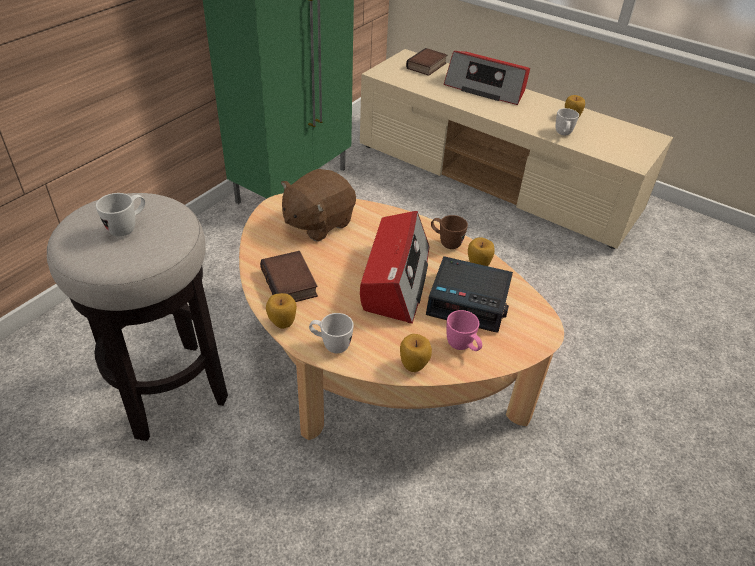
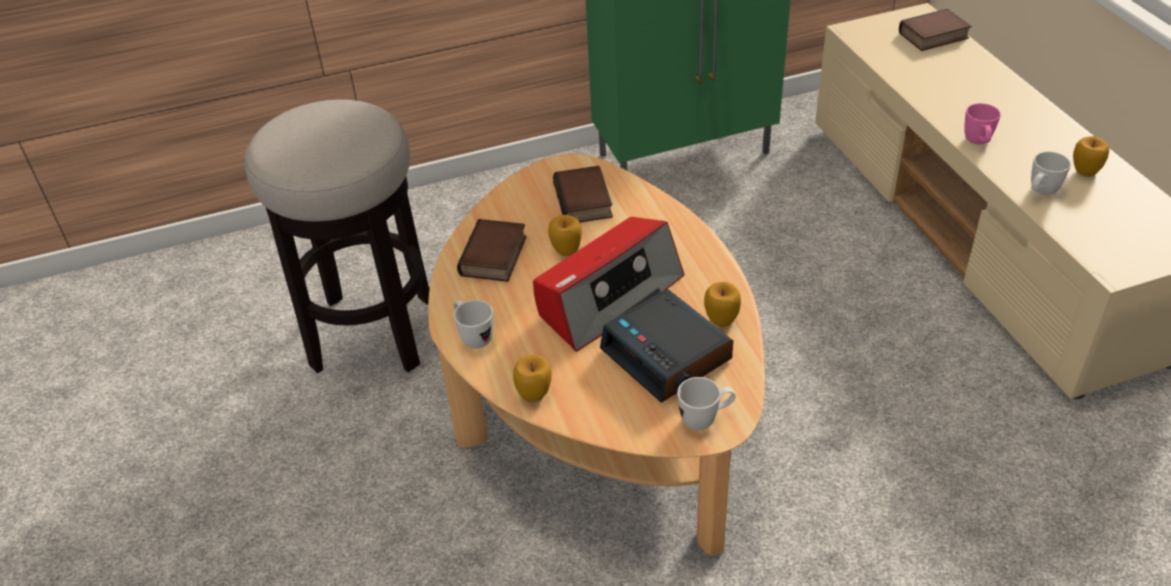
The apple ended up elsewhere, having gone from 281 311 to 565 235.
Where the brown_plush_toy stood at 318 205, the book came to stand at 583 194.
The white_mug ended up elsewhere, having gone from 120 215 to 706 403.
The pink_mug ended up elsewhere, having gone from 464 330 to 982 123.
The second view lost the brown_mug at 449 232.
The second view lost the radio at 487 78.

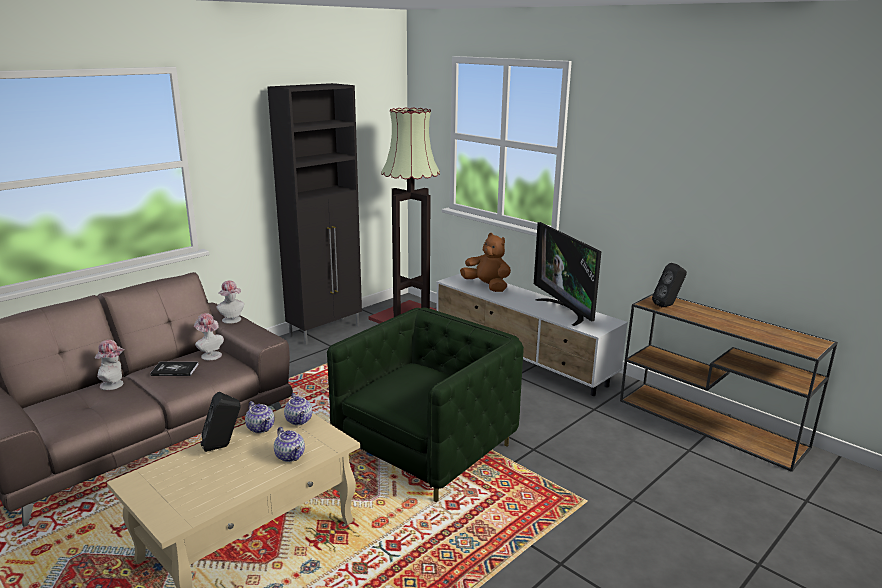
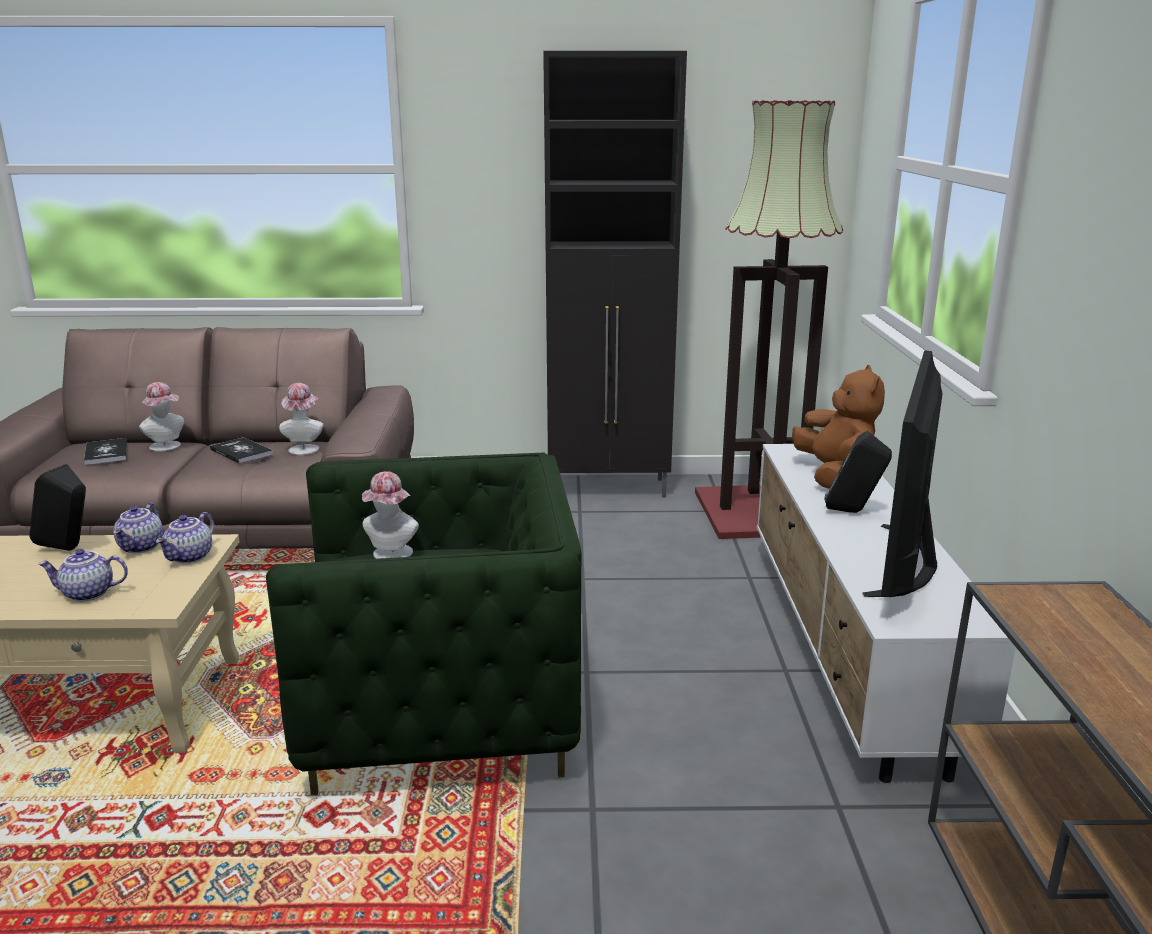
The teapot at 289 444 ended up facing another way, 75 degrees clockwise from before.
The second view gained the book at 105 451.
The hat ended up elsewhere, having gone from 230 302 to 390 515.
The black_speaker ended up elsewhere, having gone from 669 285 to 858 472.

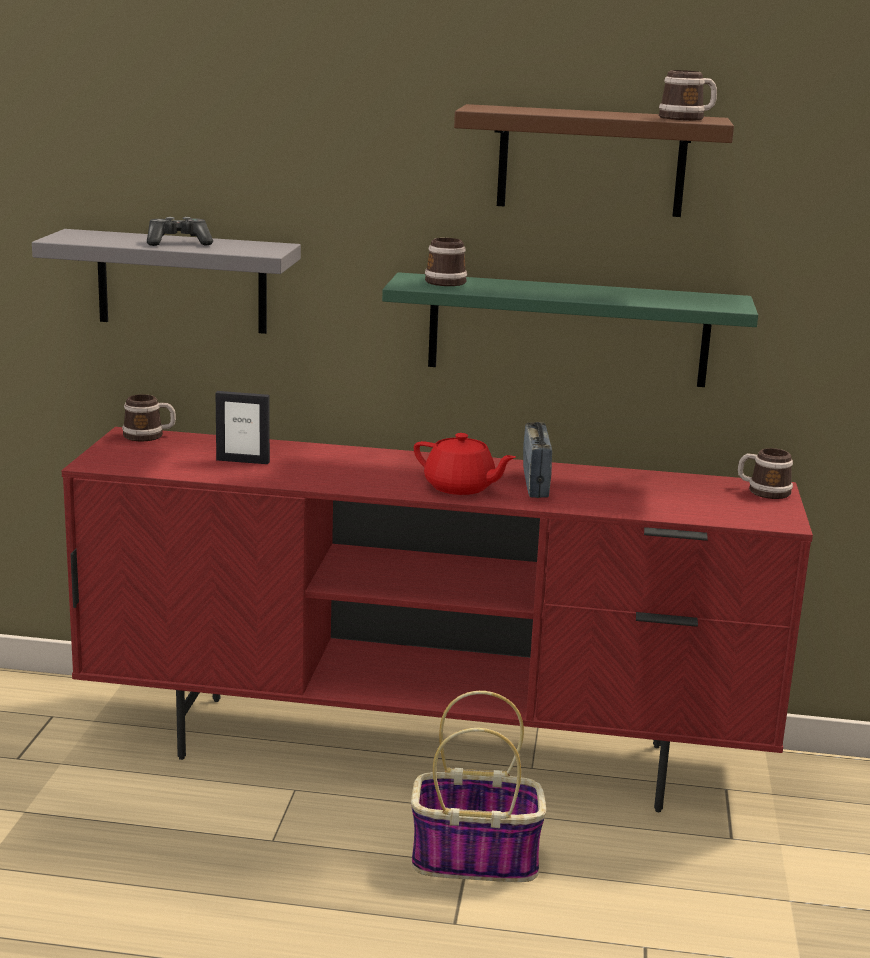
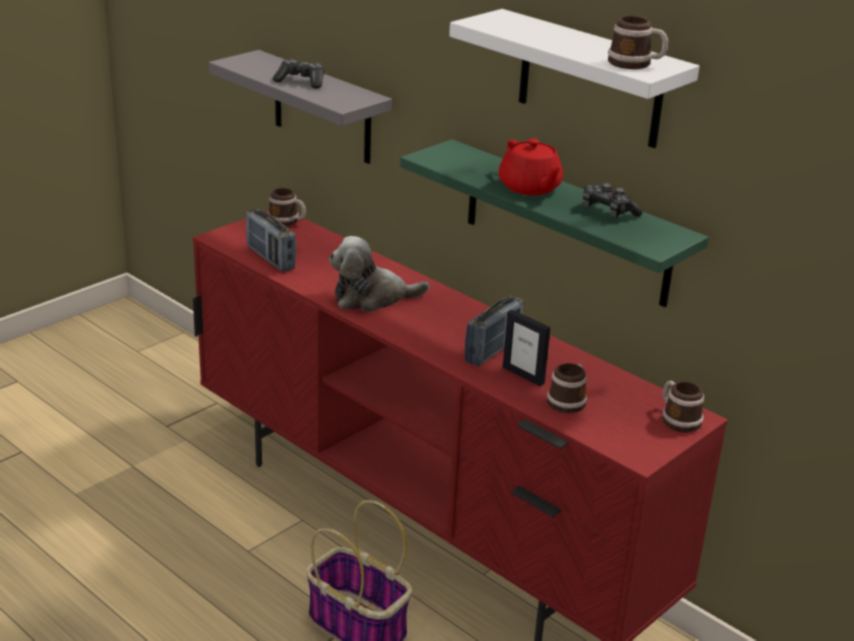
The second view gained the radio at 271 240.
The second view gained the plush_toy at 379 274.
What was the brown_shelf at 594 160 turned into the white_shelf at 574 78.
The red_teapot ended up elsewhere, having gone from 465 464 to 530 167.
The picture_frame ended up elsewhere, having gone from 243 427 to 526 347.
The mug ended up elsewhere, having gone from 446 262 to 567 388.
The second view gained the game_controller at 613 200.

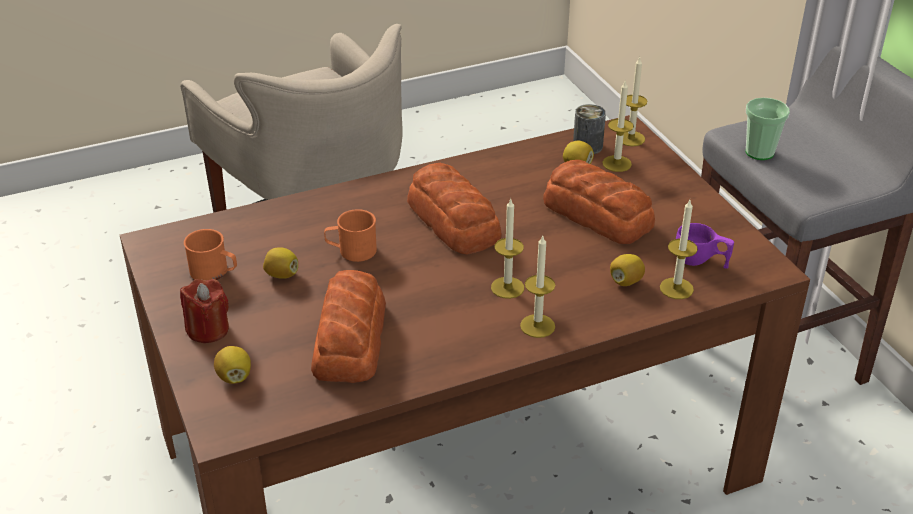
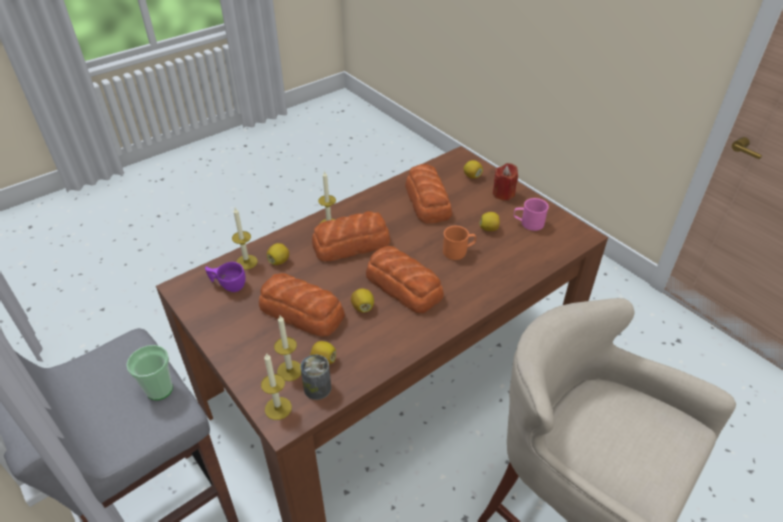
Where the candle stood at 507 249, the bread came to stand at 351 236.
The second view gained the lemon at 362 301.
What was the orange_mug at 210 254 turned into the pink_mug at 531 214.

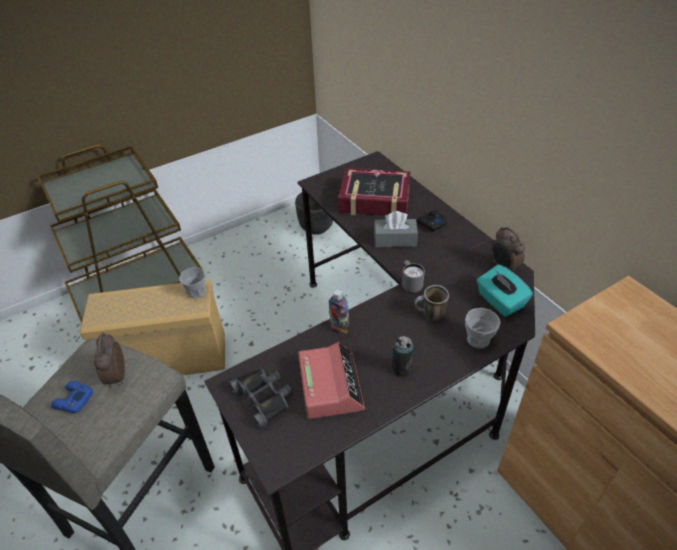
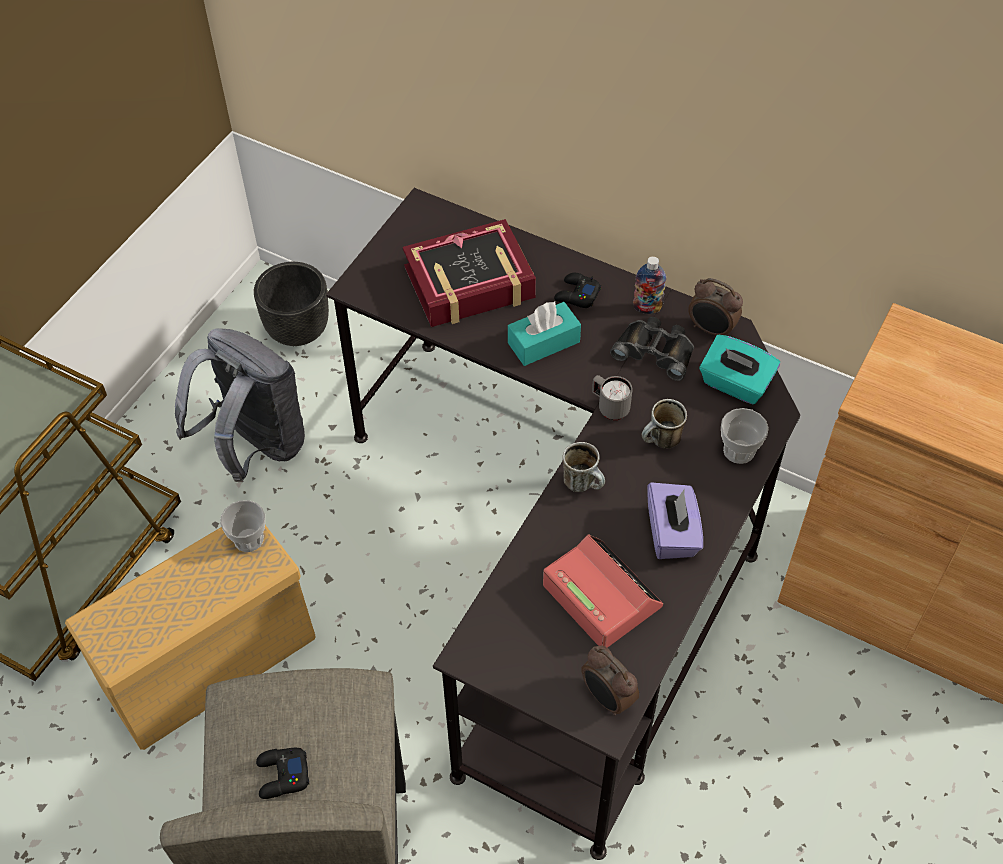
The second view gained the grey_backpack at 240 405.
What was the blue_game_controller at 72 397 turned into the black_game_controller at 282 773.
What was the grey_tissue_box at 396 229 turned into the turquoise_tissue_box at 544 333.
The second view gained the mug at 584 467.
The alarm_clock ended up elsewhere, having gone from 109 360 to 610 681.
The black_binoculars ended up elsewhere, having gone from 261 398 to 652 349.
The bottle ended up elsewhere, having gone from 339 311 to 649 285.
Where the can stood at 402 356, the purple_tissue_box came to stand at 675 520.

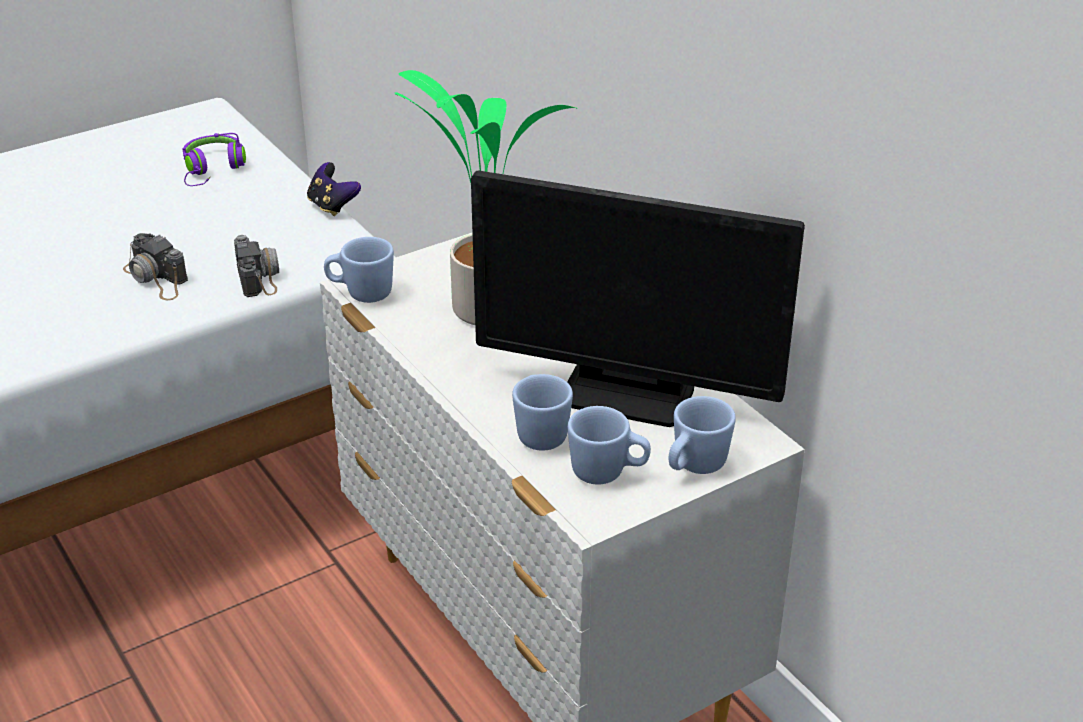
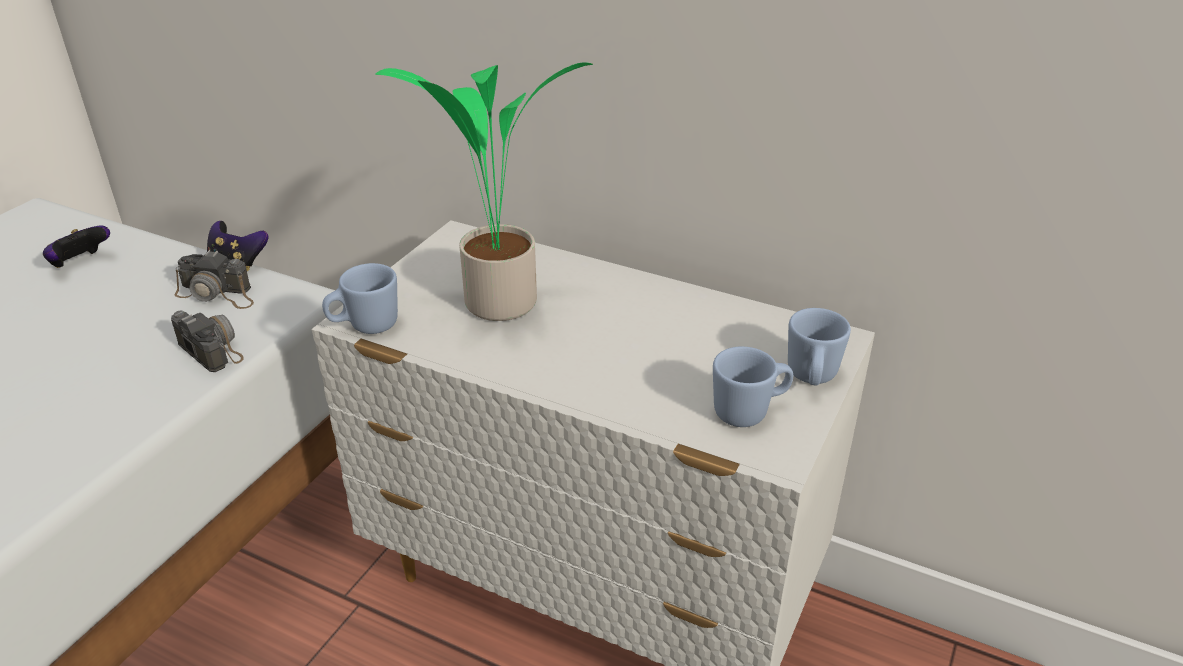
Where the purple_headphones stood at 214 159, the game_controller came to stand at 76 247.
The photo_camera ended up elsewhere, having gone from 155 266 to 214 279.
The second view lost the monitor at 638 298.
The second view lost the blue_mug at 542 412.

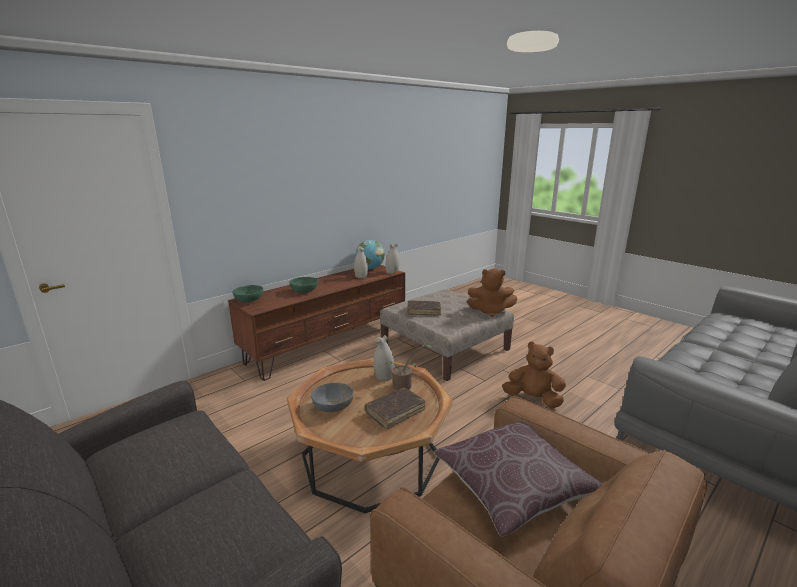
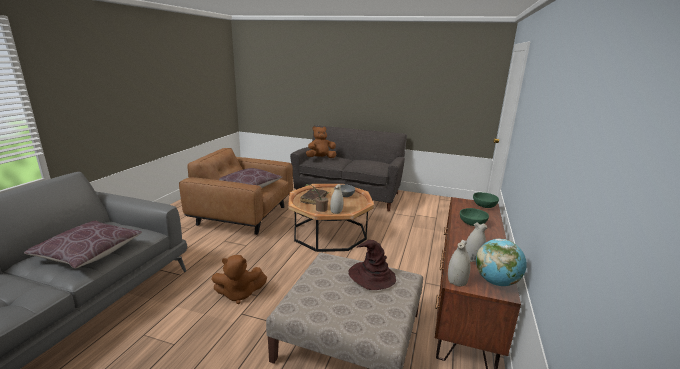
The second view gained the brown_pillow at 83 245.
The brown_plush_toy ended up elsewhere, having gone from 492 292 to 321 142.
Where the brown_book stood at 424 308, the brown_hat came to stand at 372 265.

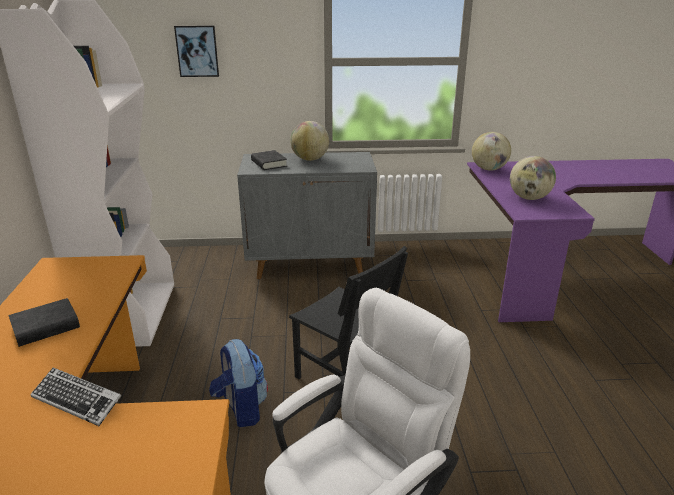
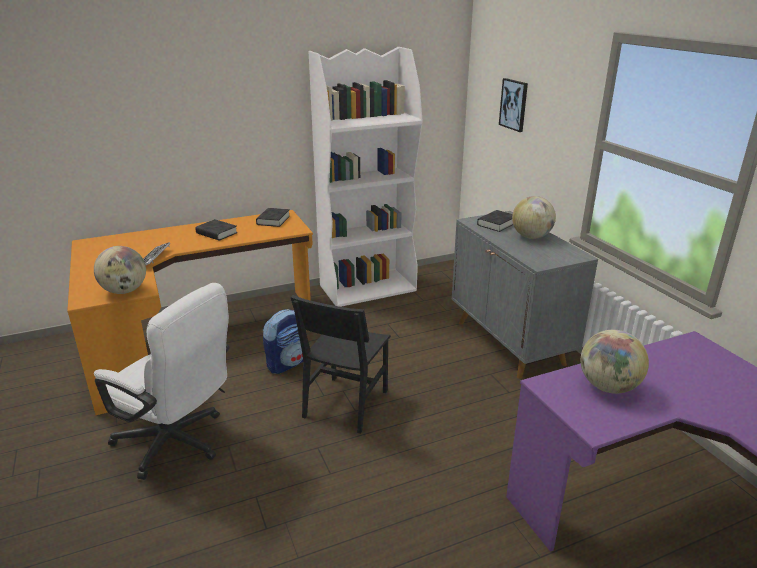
The globe ended up elsewhere, having gone from 491 151 to 120 270.
The second view gained the black_book at 273 217.

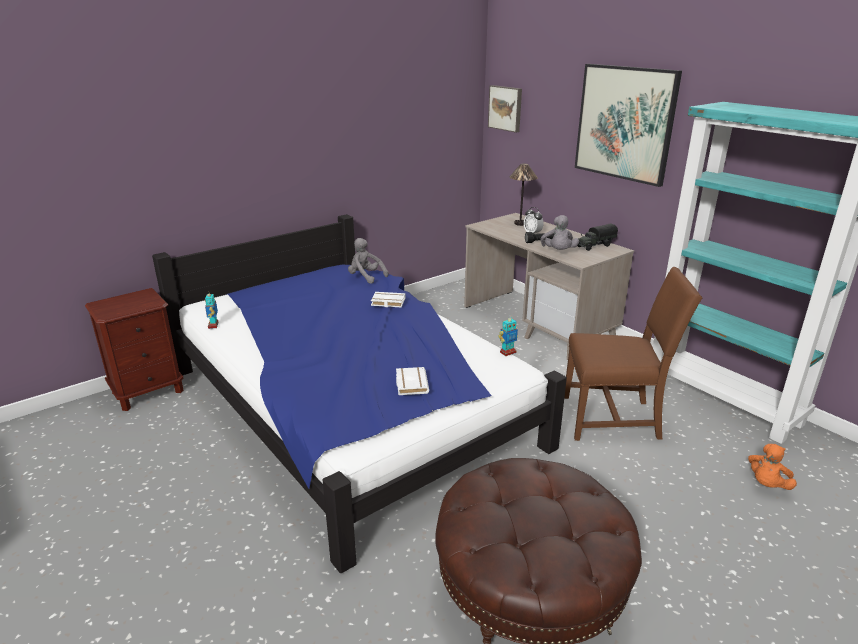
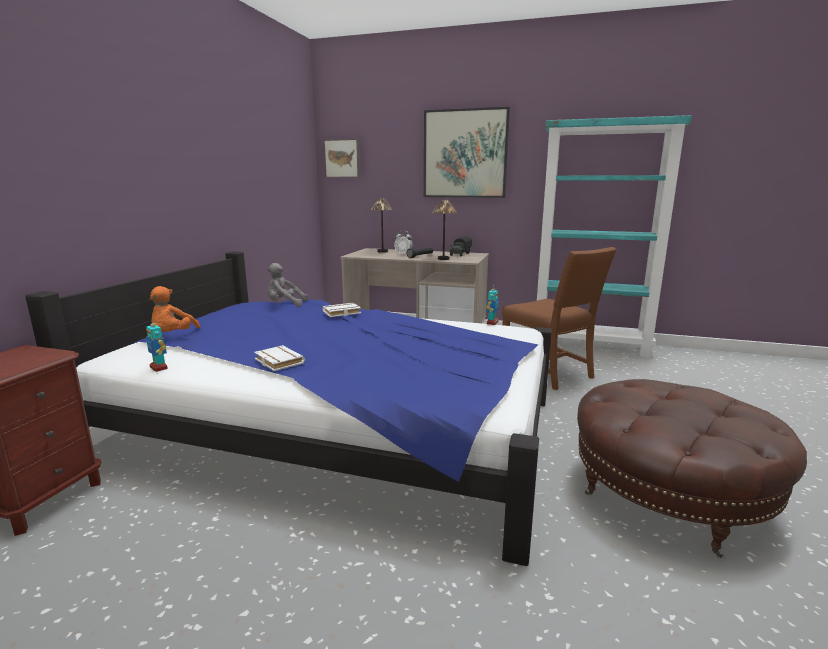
The orange_plush_toy ended up elsewhere, having gone from 772 467 to 175 309.
The white_book ended up elsewhere, having gone from 412 381 to 279 358.
Where the grey_plush_toy stood at 560 232, the table_lamp came to stand at 444 230.
The brown_chair at 633 354 ended up facing another way, 90 degrees clockwise from before.

